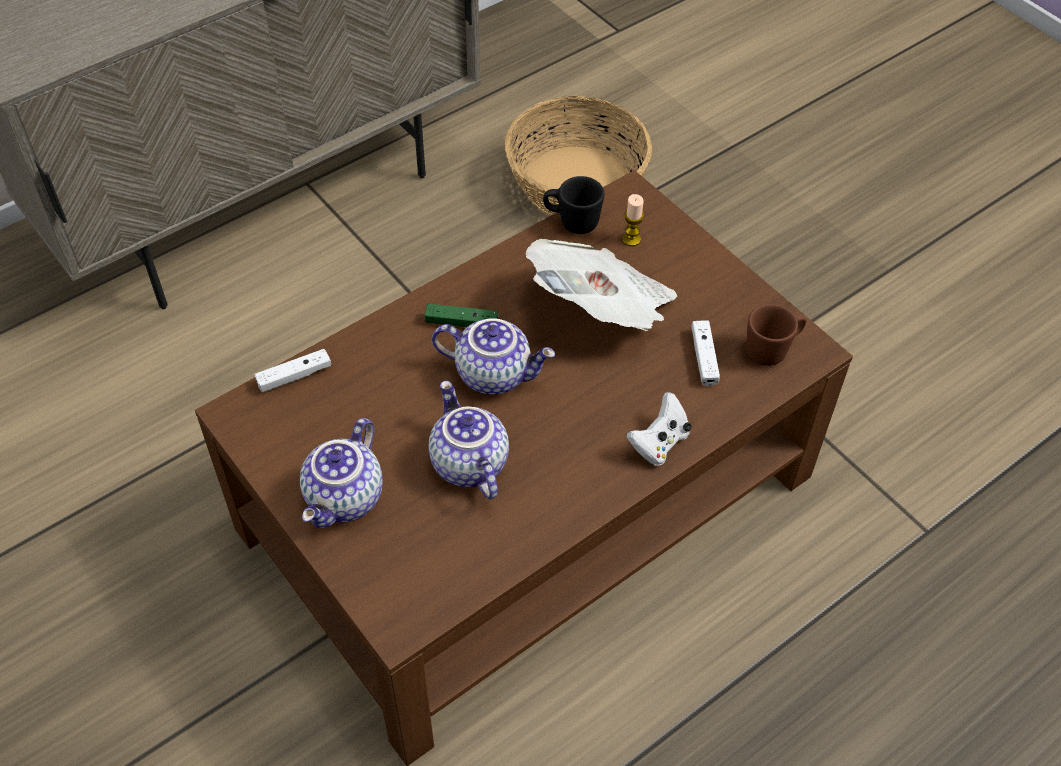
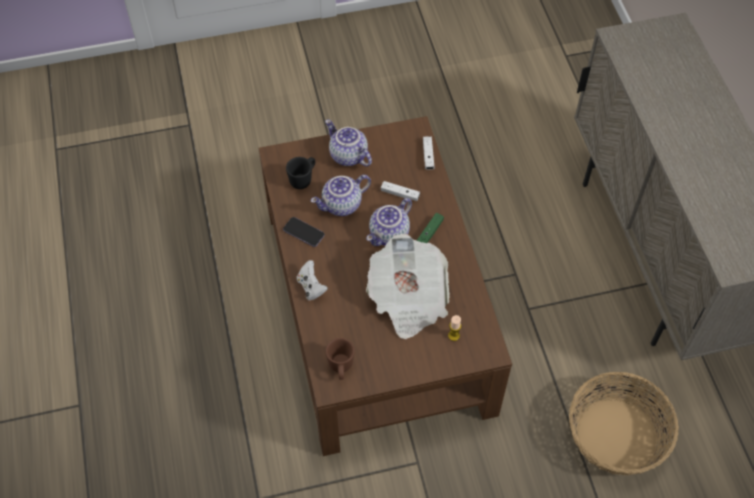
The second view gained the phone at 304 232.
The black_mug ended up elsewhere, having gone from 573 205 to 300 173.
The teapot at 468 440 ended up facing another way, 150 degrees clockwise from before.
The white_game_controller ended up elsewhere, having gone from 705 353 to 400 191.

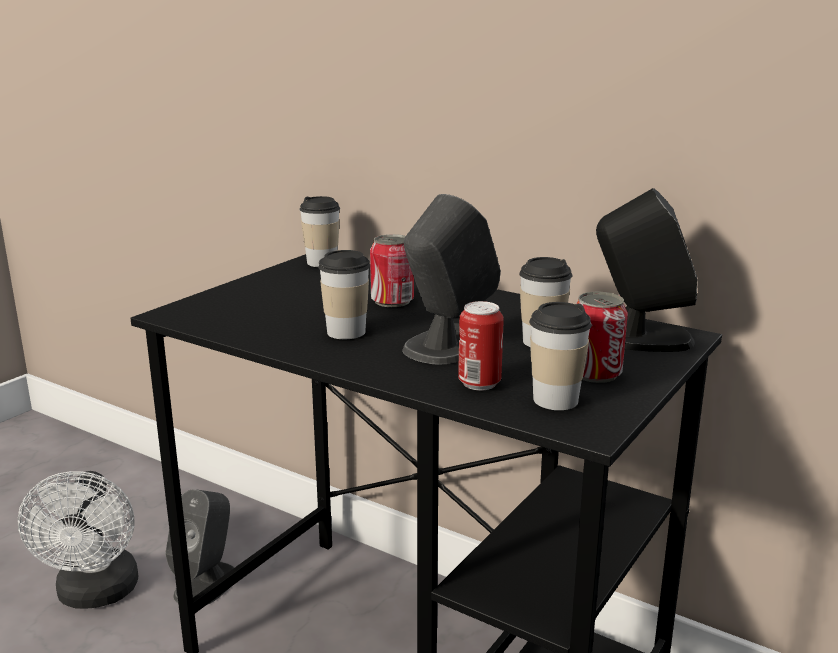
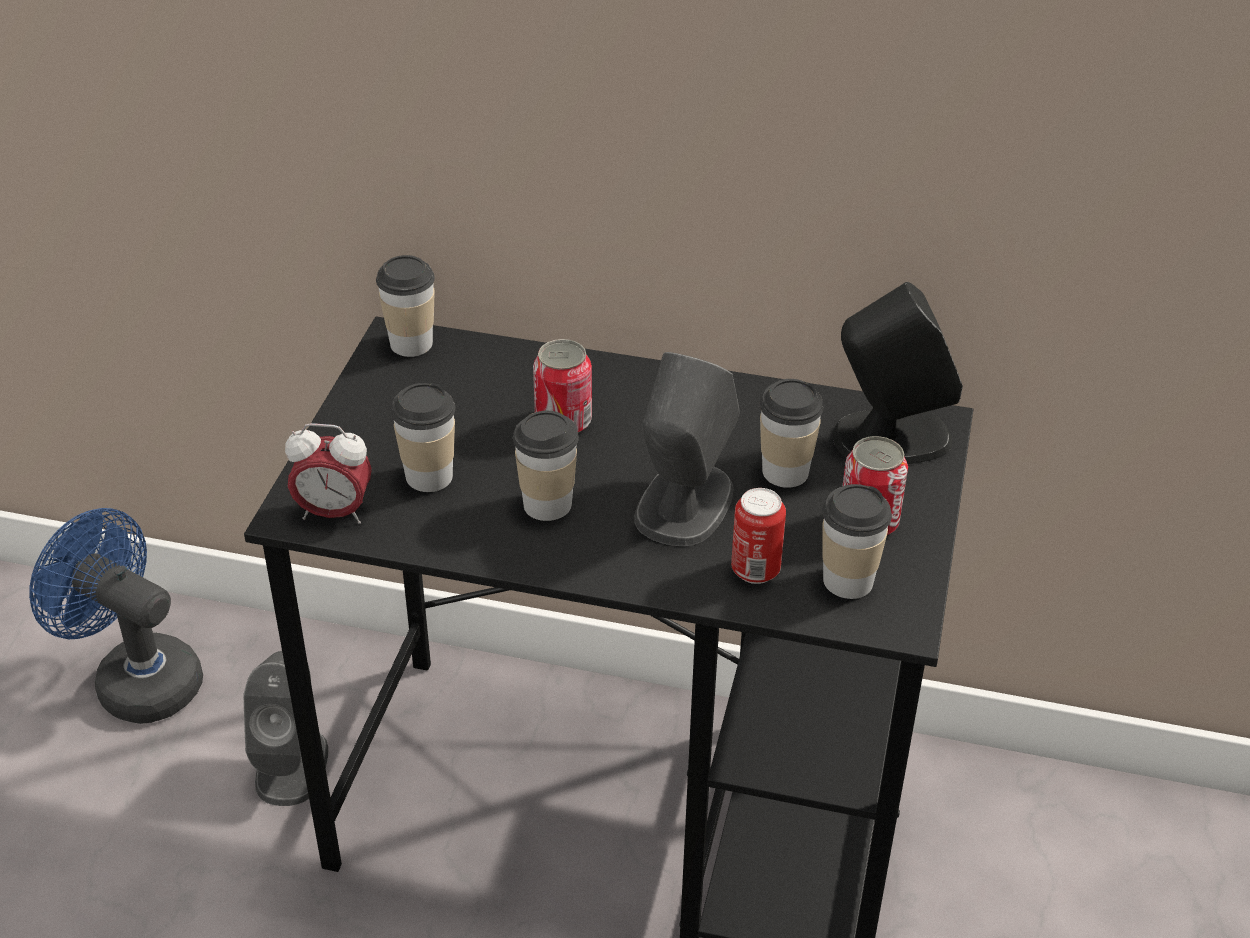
The second view gained the blue_fan at 116 616.
The second view gained the alarm_clock at 328 473.
The second view gained the cup at 423 437.
The second view lost the white_fan at 77 540.

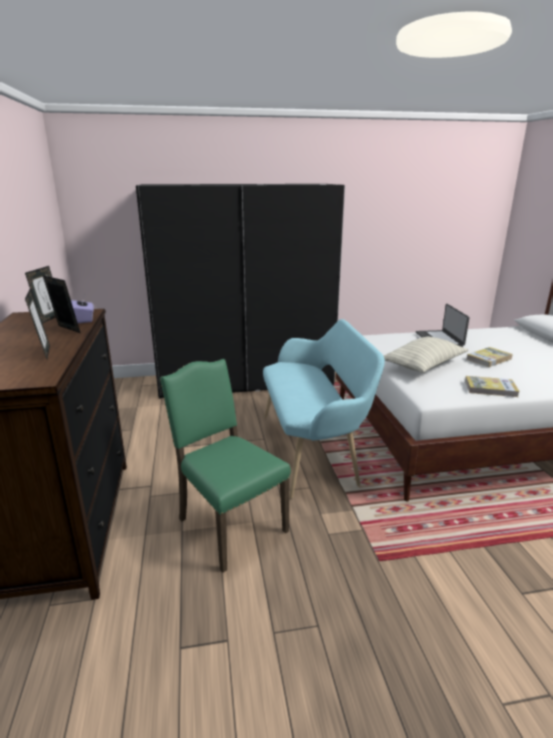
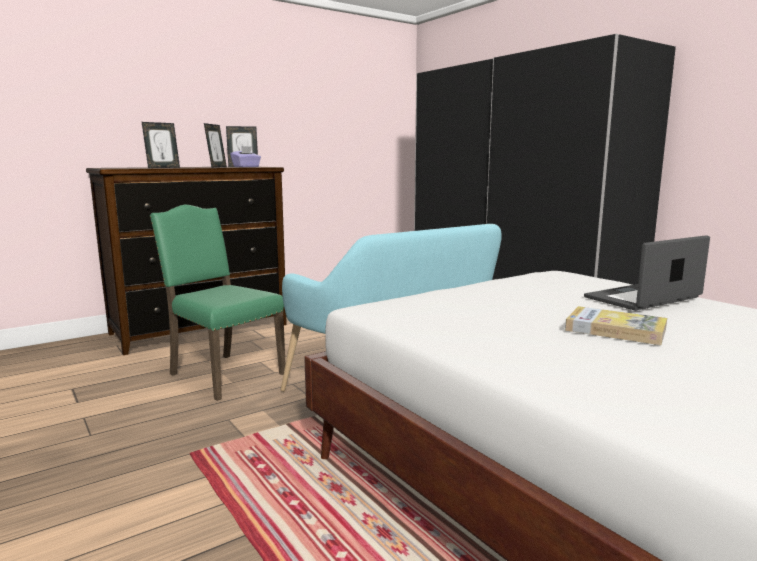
The green_chair at 225 466 ended up facing another way, 75 degrees counterclockwise from before.
The second view lost the pillow at 426 355.
The second view lost the book at 492 386.

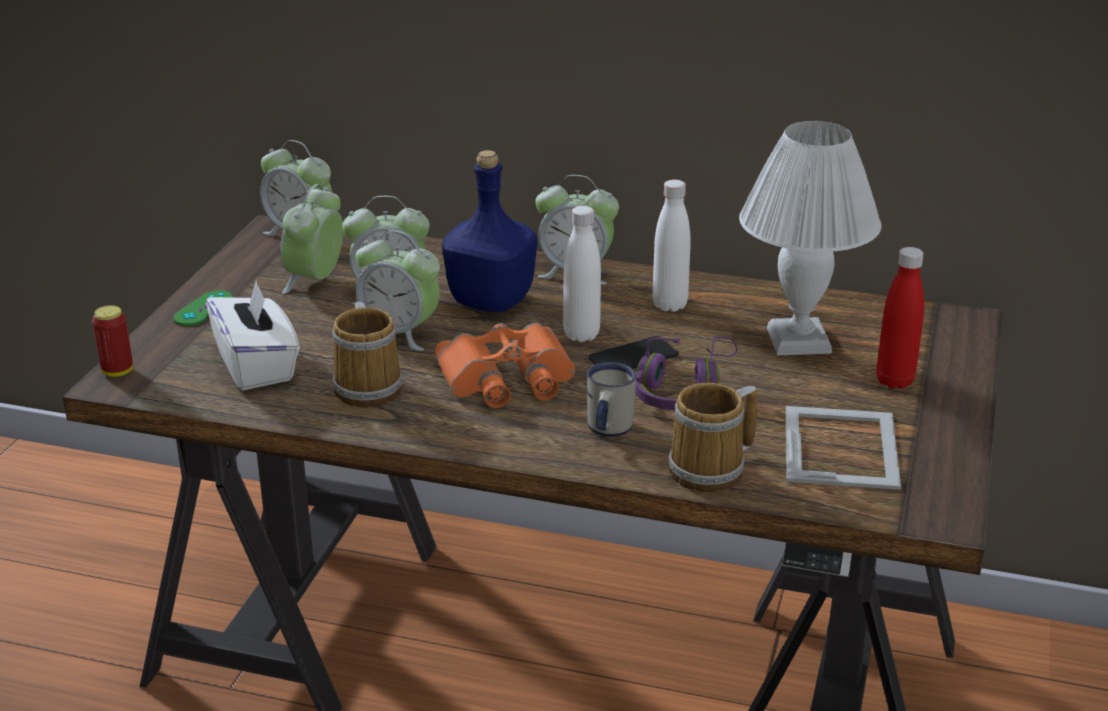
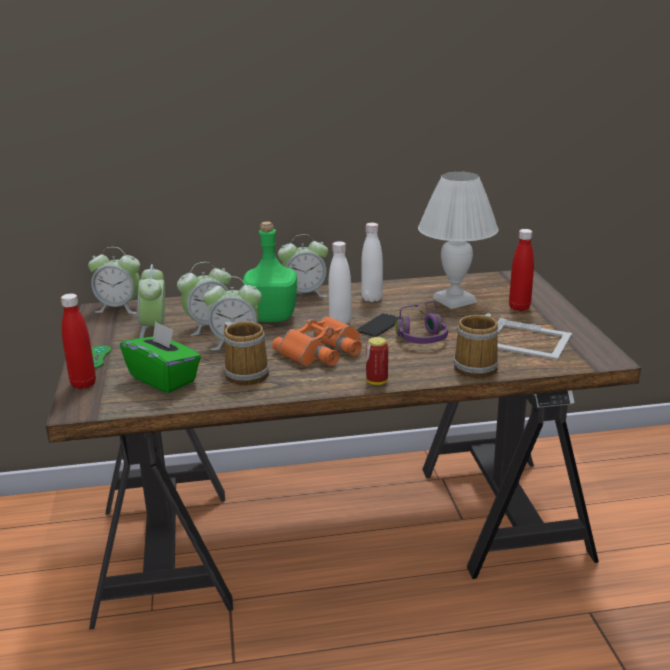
The second view gained the red_bottle at 78 341.
What was the white_tissue_box at 253 334 turned into the green_tissue_box at 160 357.
What was the blue_bottle at 489 231 turned into the green_bottle at 270 271.
The can ended up elsewhere, having gone from 112 341 to 377 361.
The picture_frame at 843 448 ended up facing another way, 135 degrees clockwise from before.
The second view lost the white_mug at 611 399.

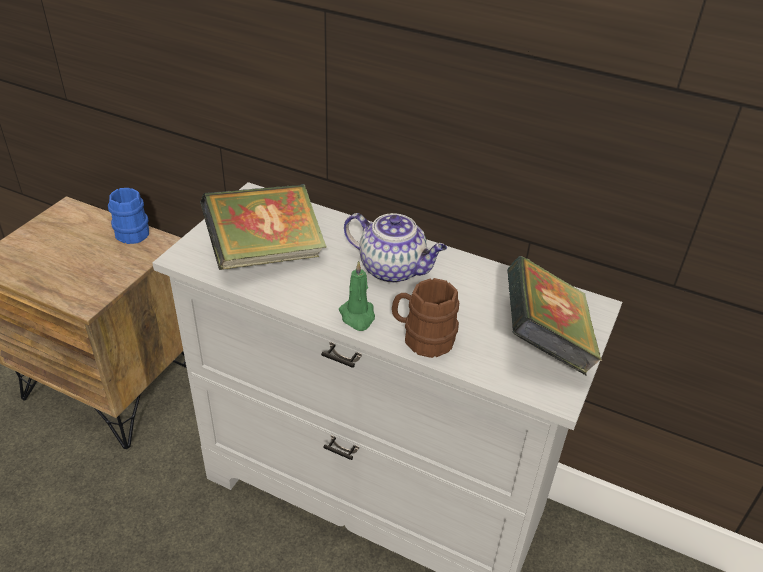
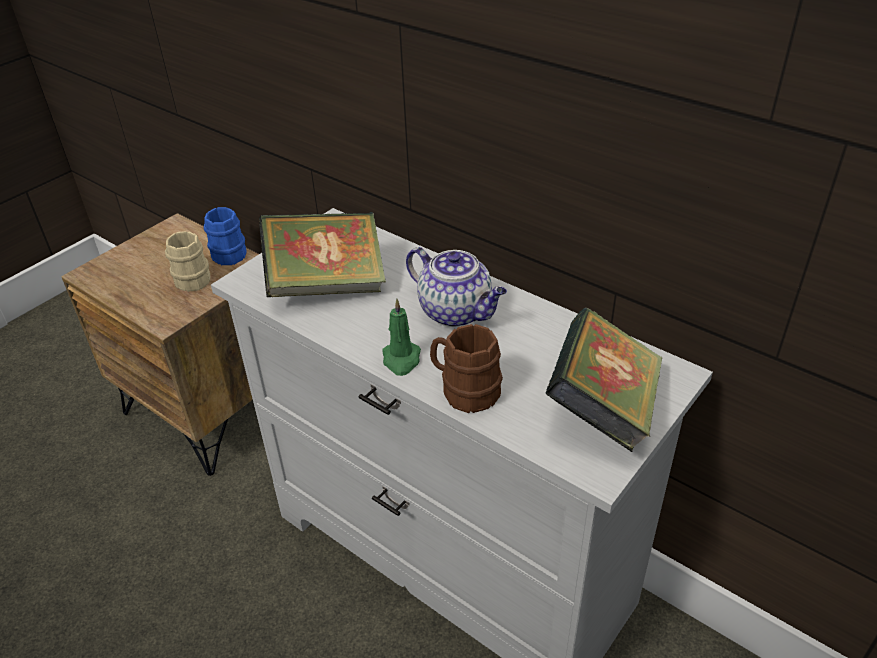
The second view gained the beige_mug at 187 261.

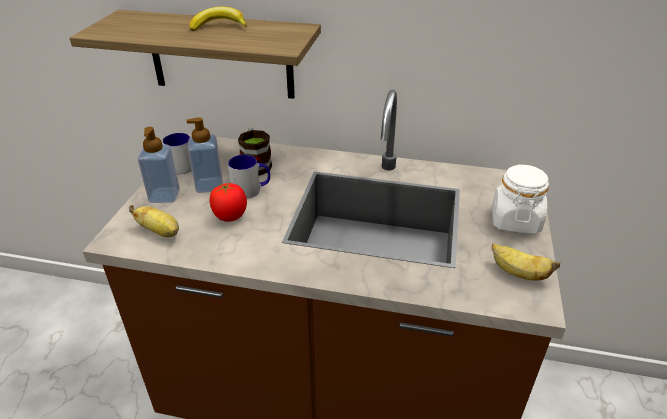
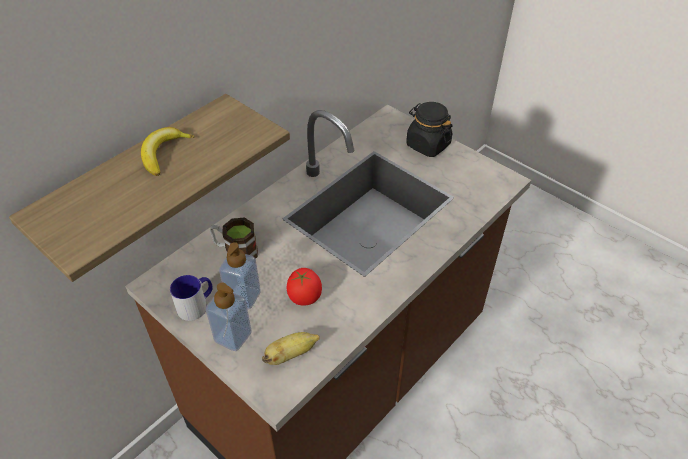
What was the white_jar at 520 199 turned into the black_jar at 429 129.
The second view lost the mug at 249 177.
The second view lost the banana at 526 262.

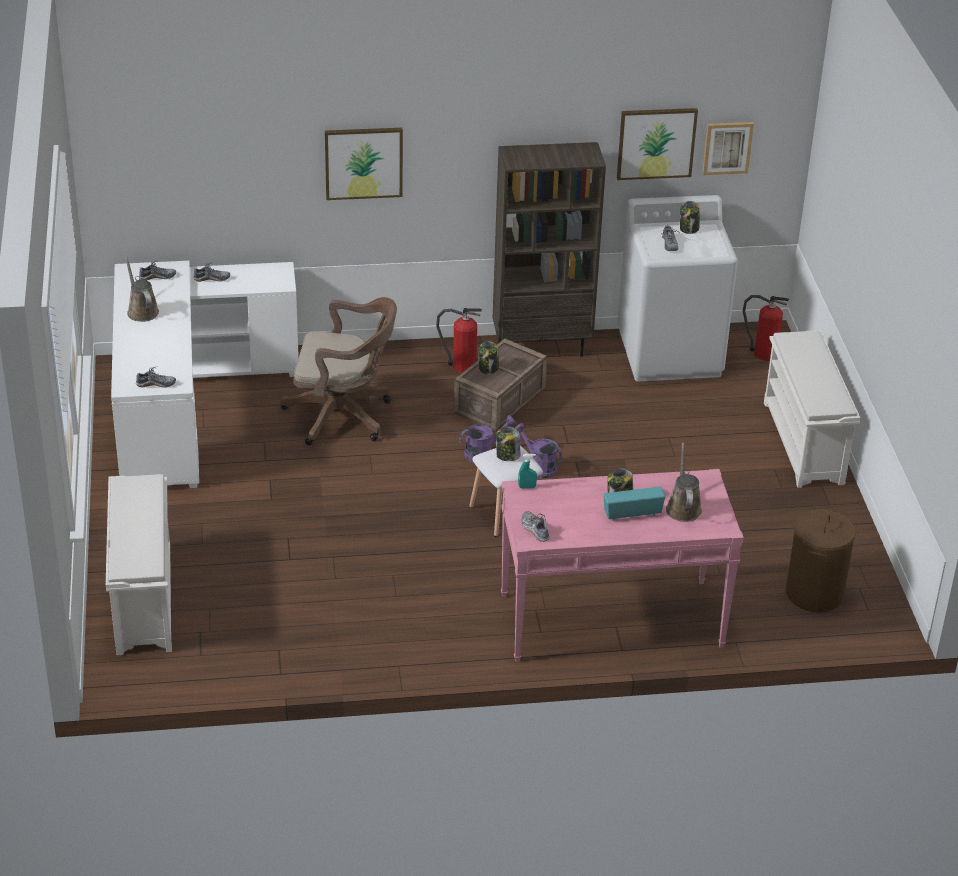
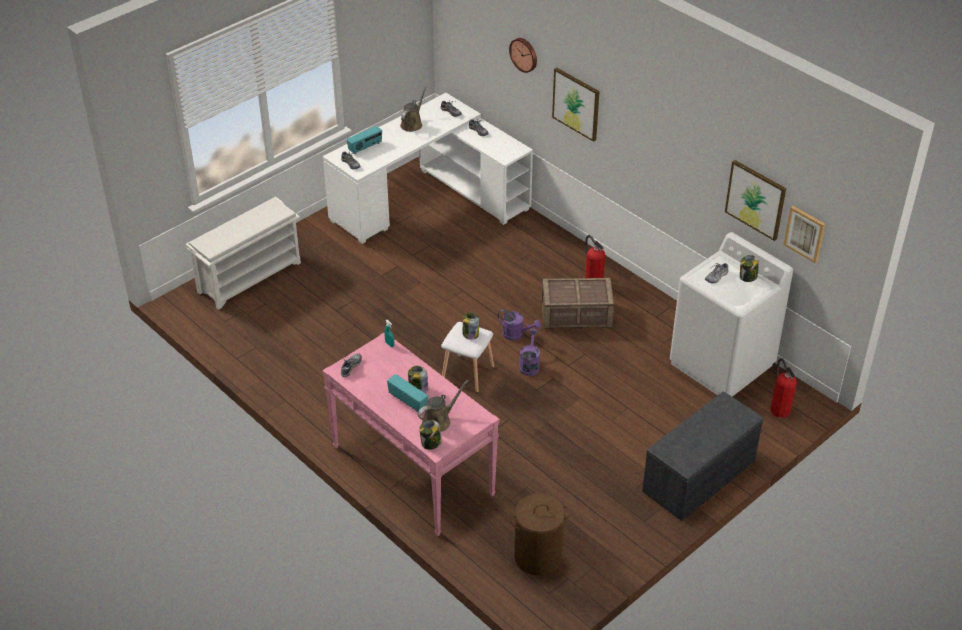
The second view gained the radio at 364 140.
The jar ended up elsewhere, having gone from 489 357 to 430 435.
The second view gained the wall_clock at 523 55.
Where the white_shoe_rack stood at 812 409, the grey_bench came to stand at 702 456.
The second view lost the brown_office_chair at 338 371.
The second view lost the brown_bookcase at 549 249.

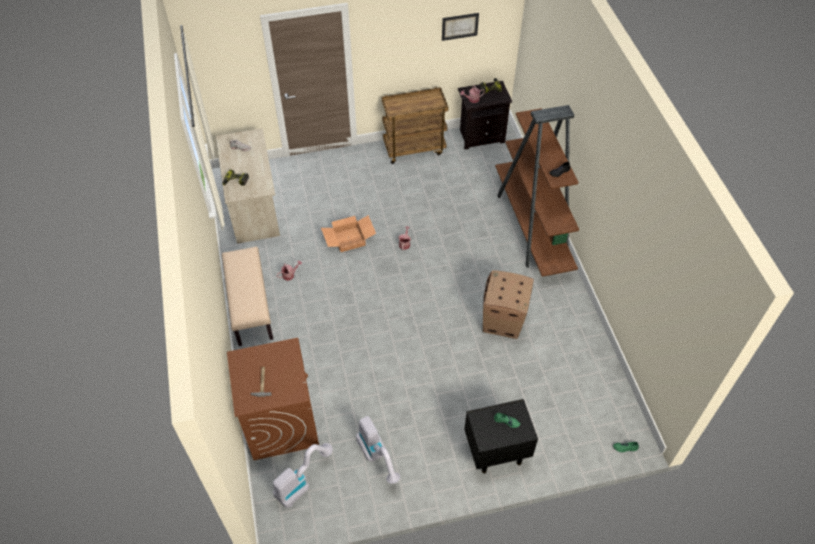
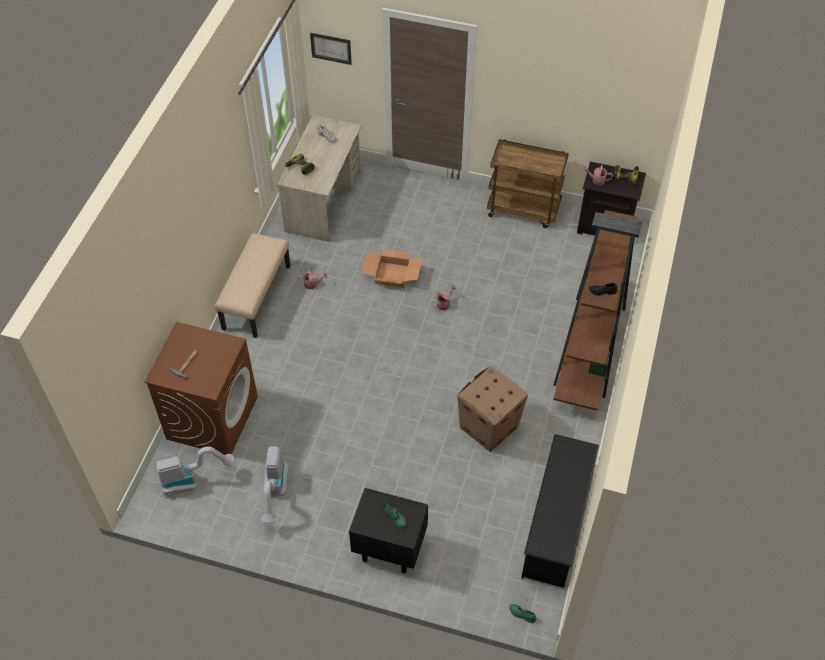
The picture ended up elsewhere, having gone from 460 27 to 331 49.
The second view gained the black_shoe_rack at 560 511.

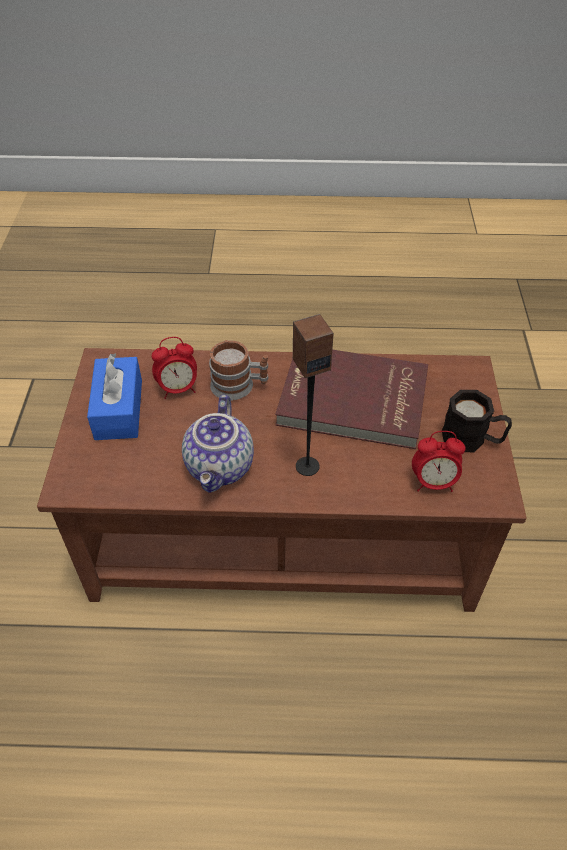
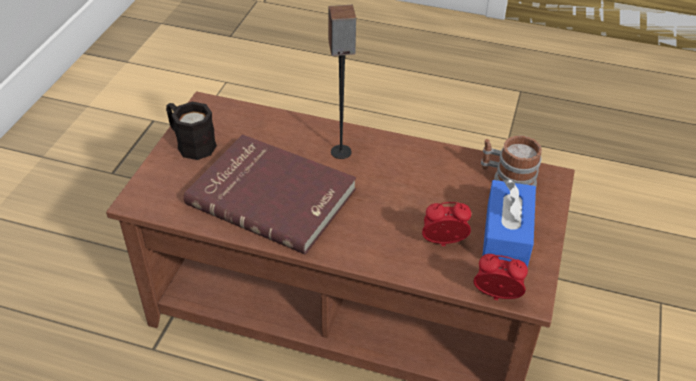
The alarm_clock ended up elsewhere, having gone from 439 461 to 501 277.
The mug ended up elsewhere, having gone from 239 370 to 511 161.
The second view lost the teapot at 218 444.

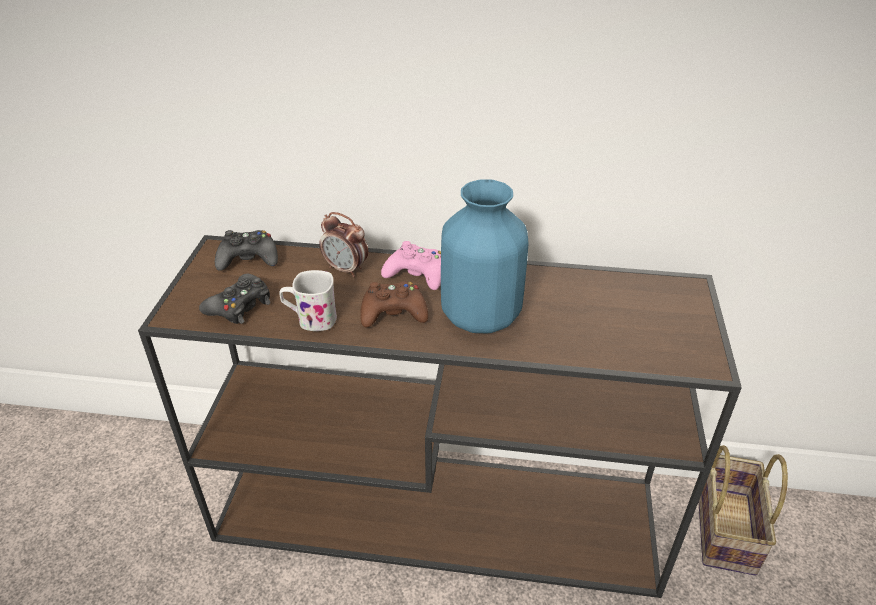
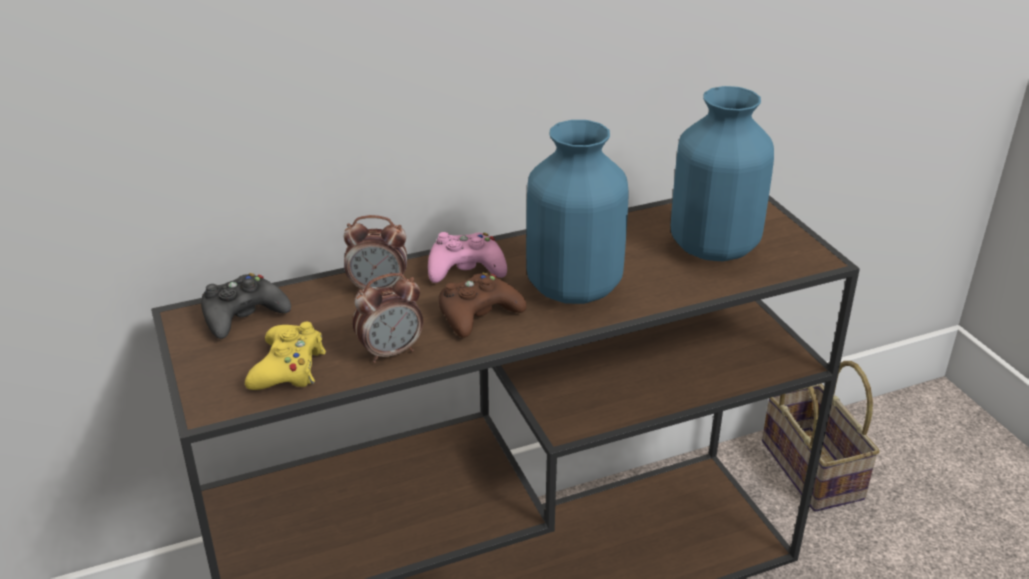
What was the black_game_controller at 235 299 turned into the yellow_game_controller at 285 356.
Where the white_mug stood at 308 300, the alarm_clock came to stand at 387 318.
The second view gained the blue_vase at 722 173.

